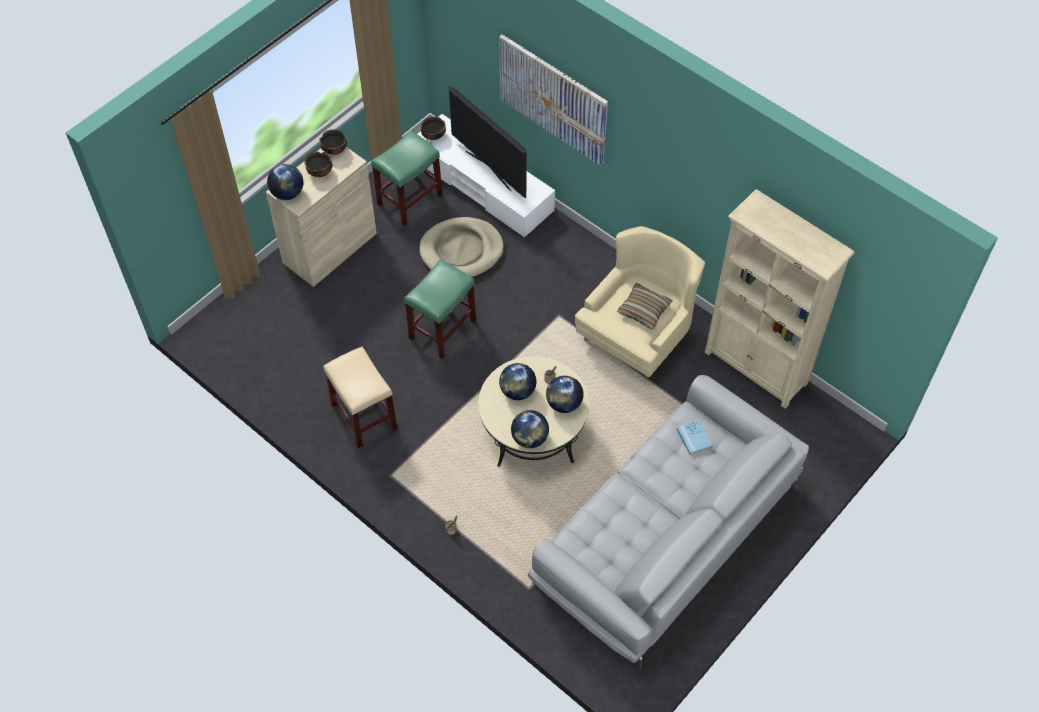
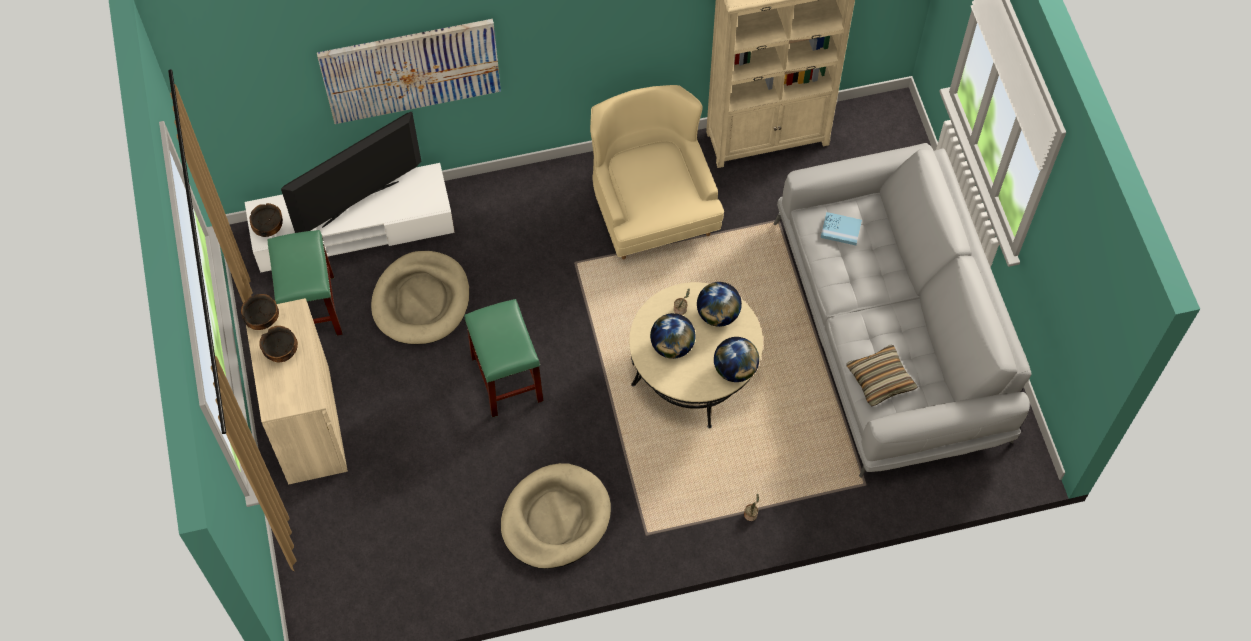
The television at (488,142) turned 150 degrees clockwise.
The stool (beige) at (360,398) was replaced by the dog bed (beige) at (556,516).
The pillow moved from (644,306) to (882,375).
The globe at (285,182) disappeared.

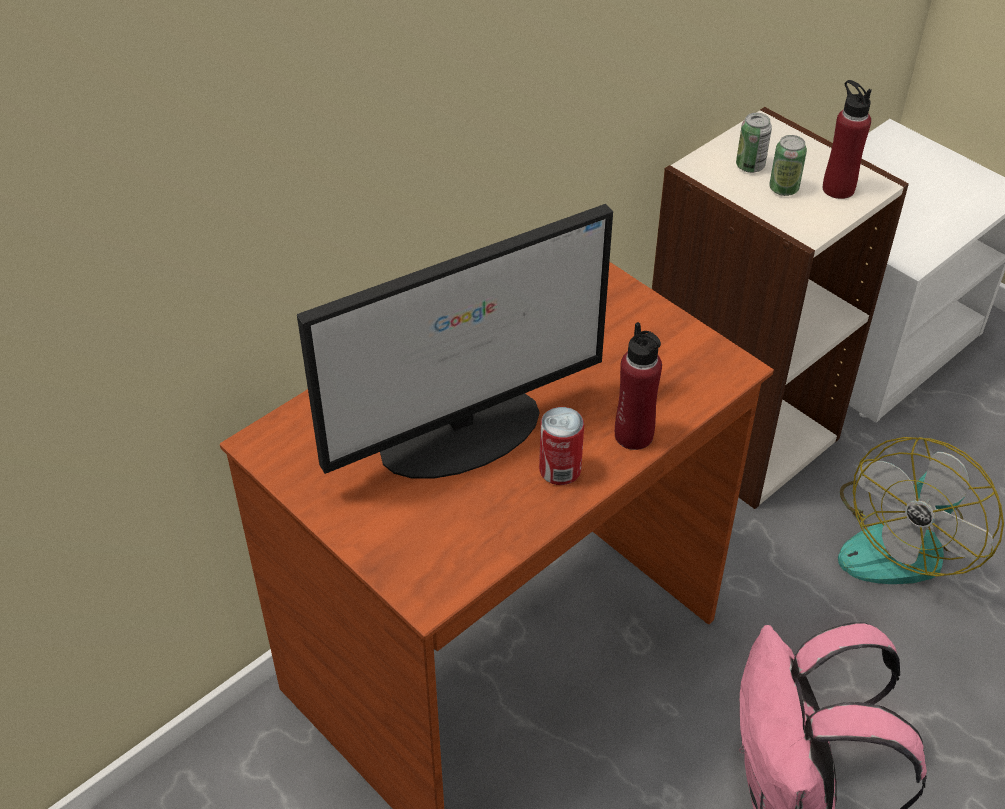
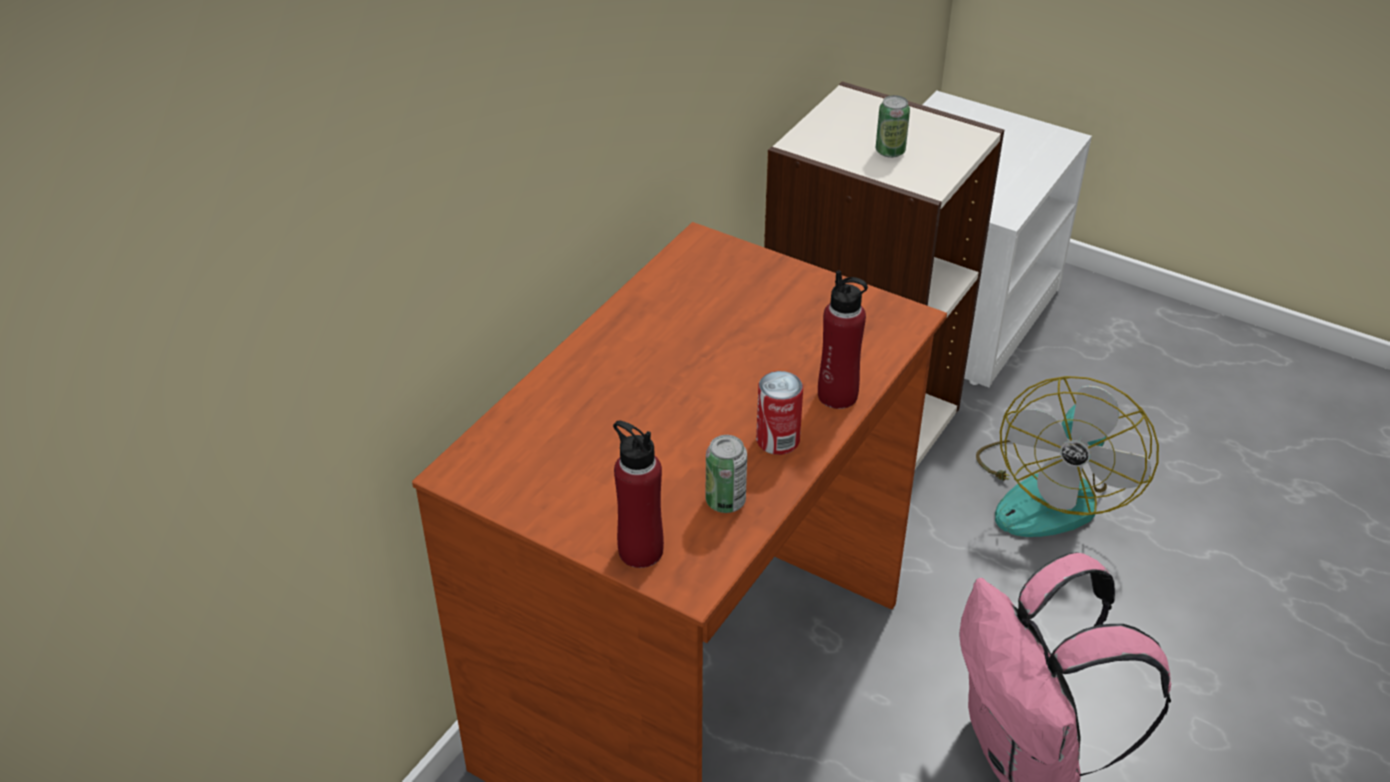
The bottle (red) moved from (847,139) to (638,494).
The can moved from (754,143) to (726,474).
The monitor at (455,341) disappeared.

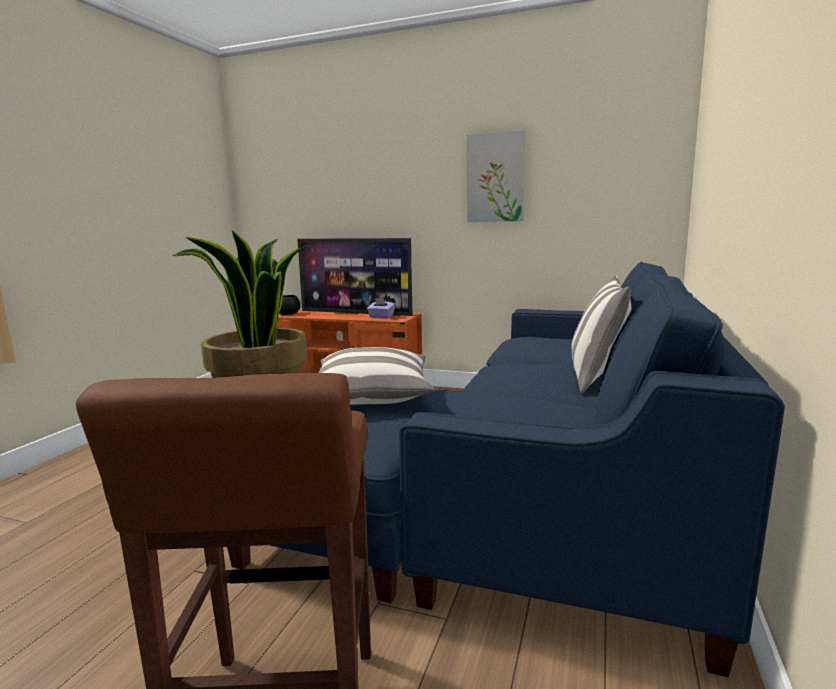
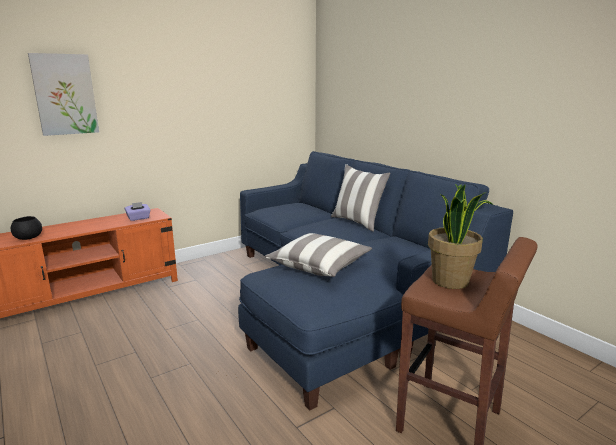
The picture moved from (496,176) to (63,94).
The television at (355,277) disappeared.

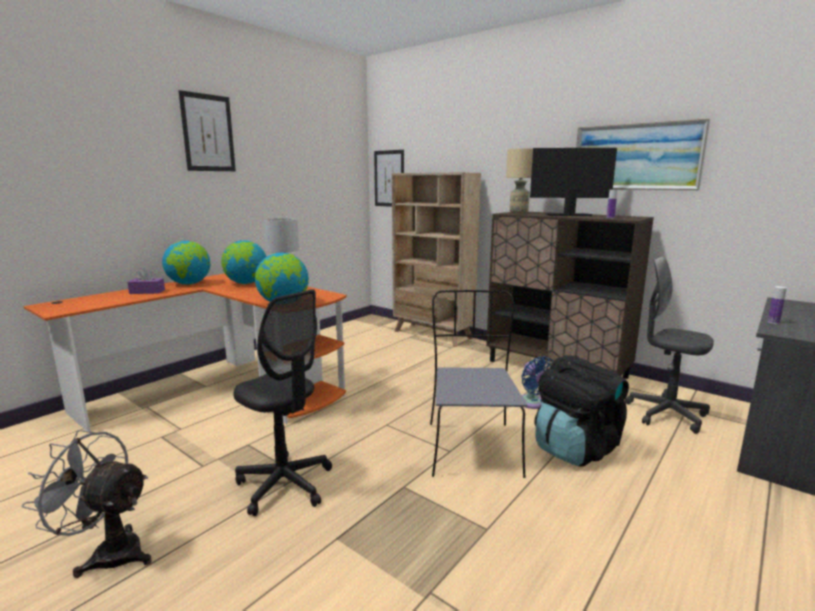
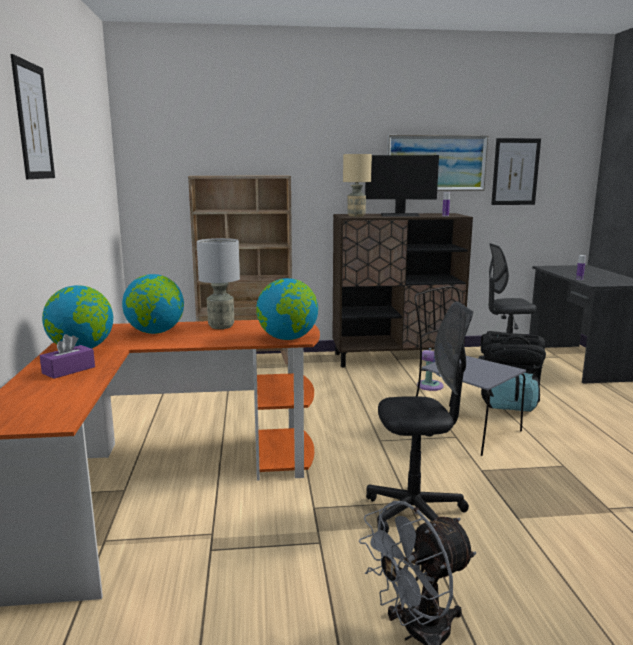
The monitor at (573,182) turned 135 degrees counterclockwise.
The picture moved from (389,178) to (516,171).

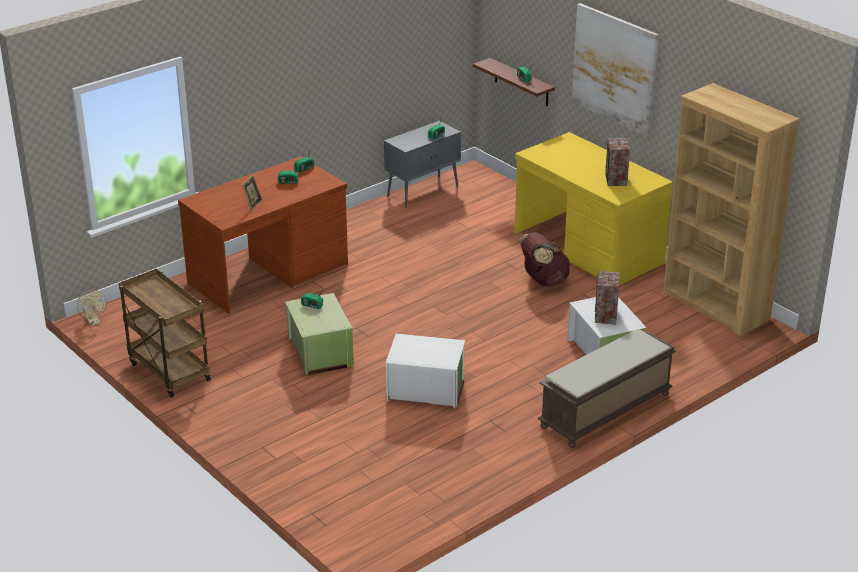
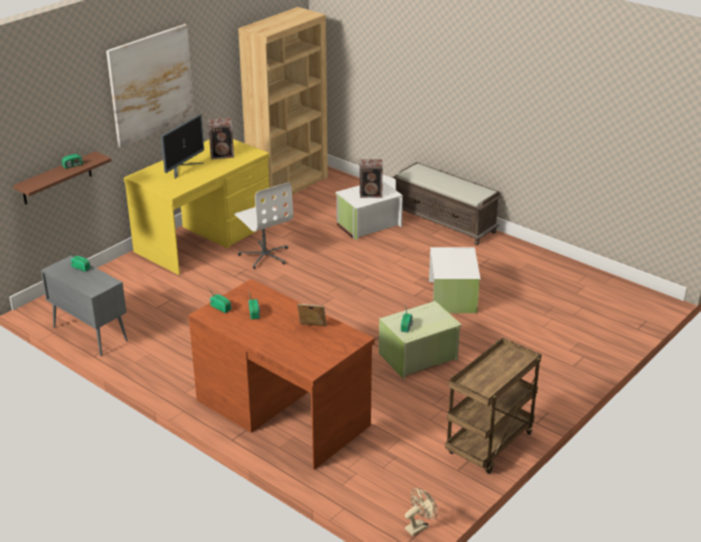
The monitor at (182,146) appeared.
The backpack (brown) at (544,260) was replaced by the office chair (white) at (263,225).

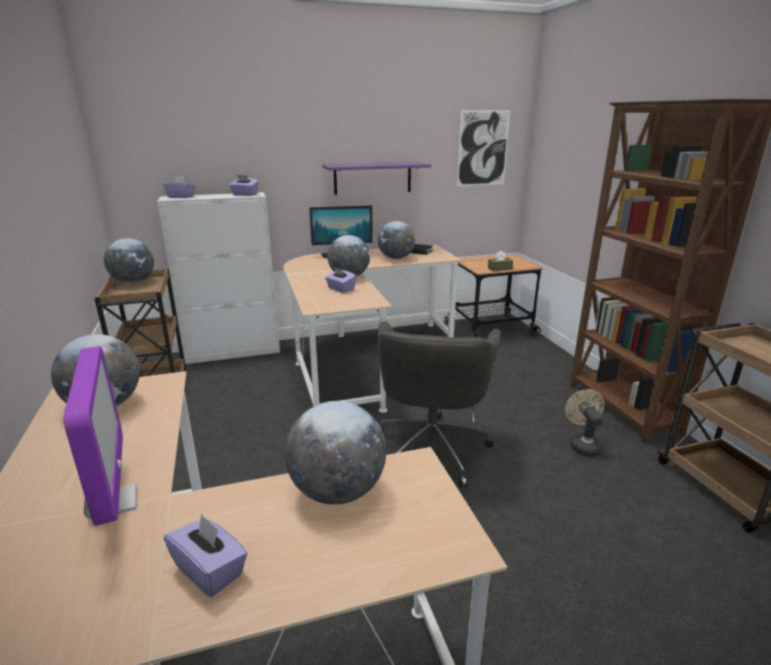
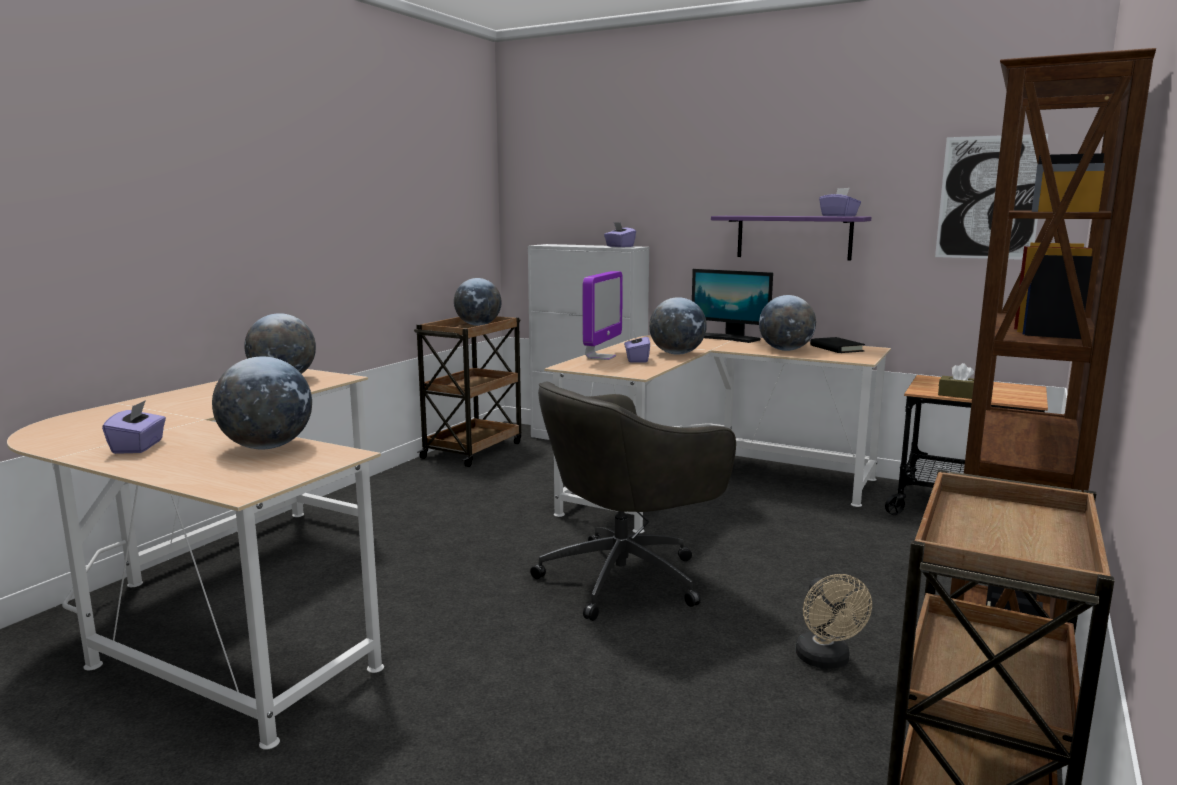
The monitor moved from (100,436) to (603,315).
The fan (beige) at (584,422) turned 135 degrees clockwise.
The tissue box (purple) moved from (179,187) to (840,202).

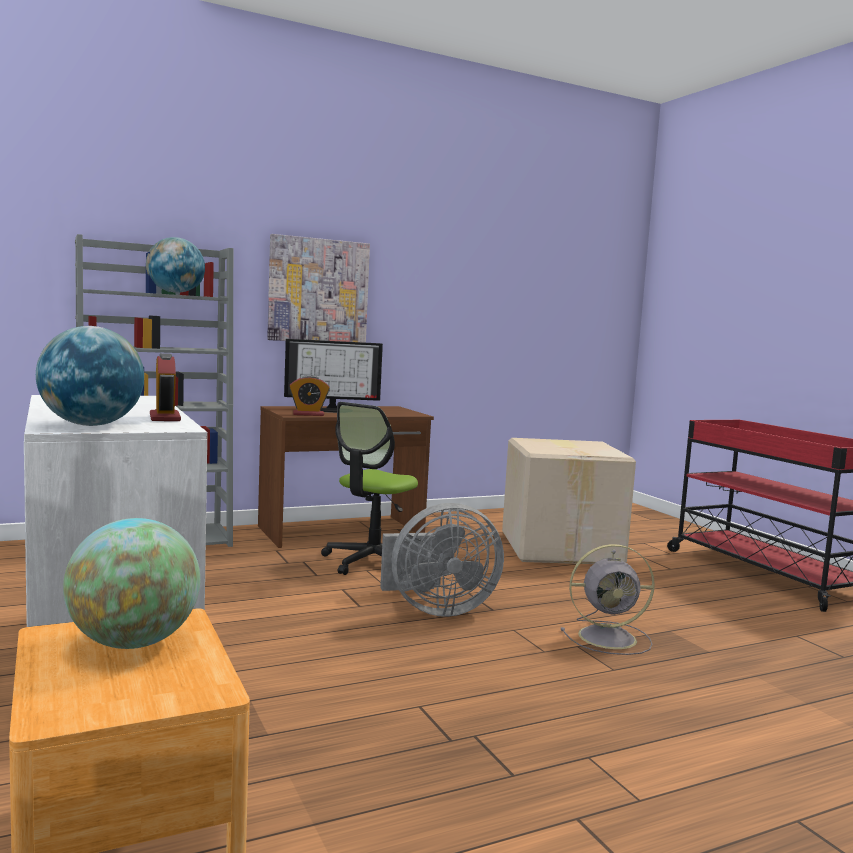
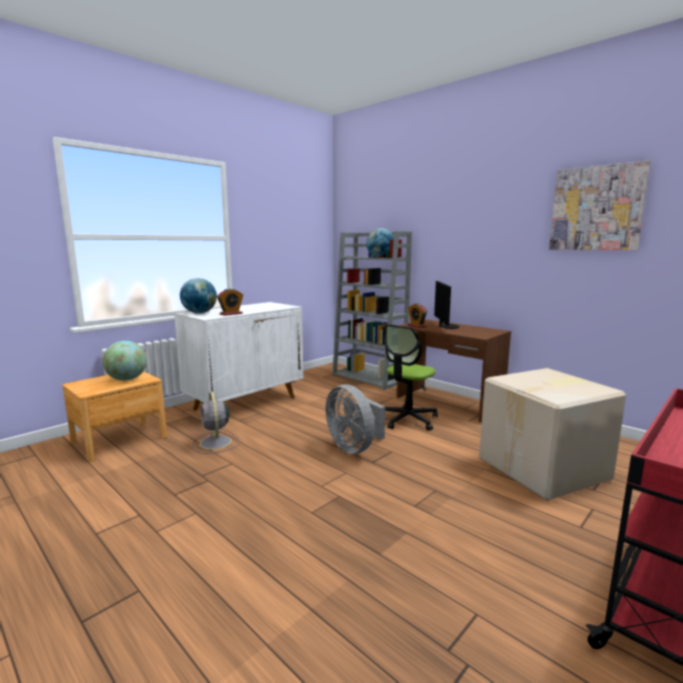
The fan (grey) moved from (608,599) to (216,423).
The office chair at (369,488) turned 60 degrees counterclockwise.
The monitor at (333,376) turned 150 degrees counterclockwise.
The picture moved from (318,288) to (600,205).

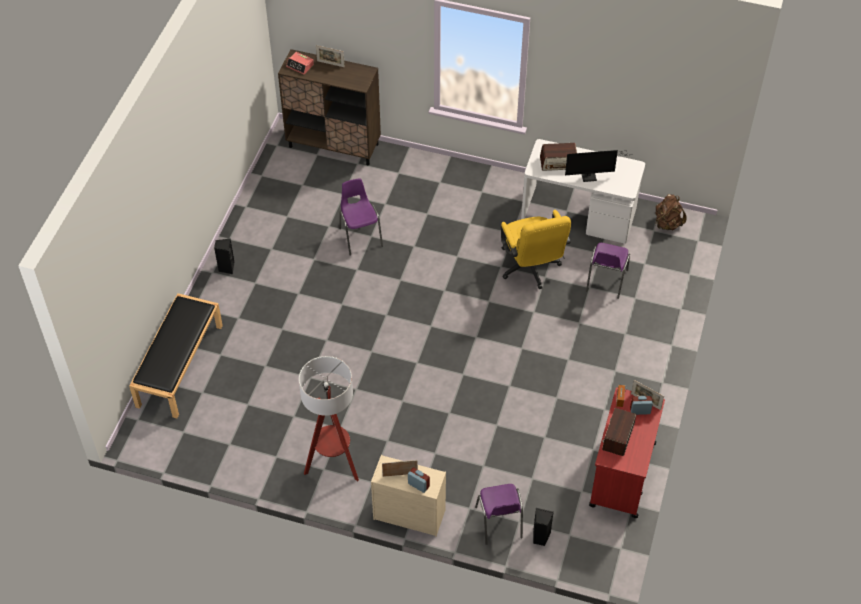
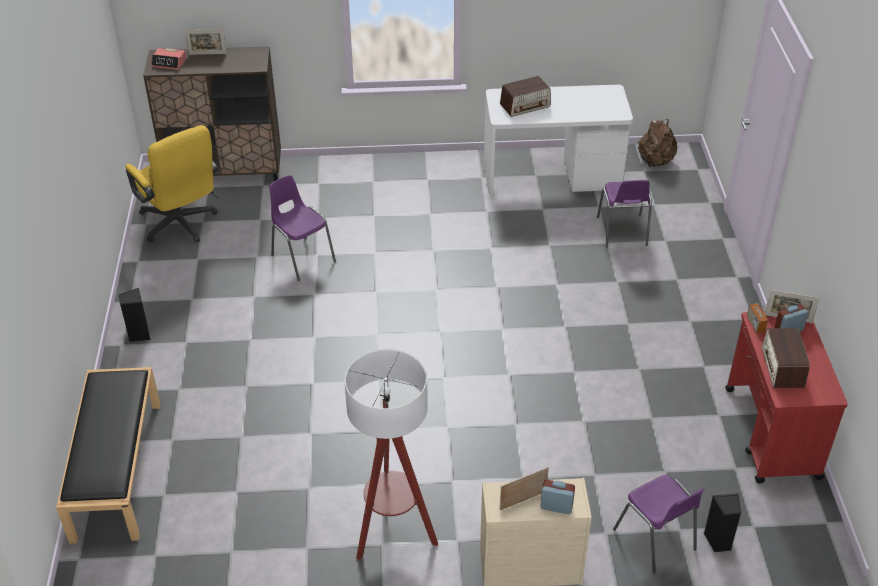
The office chair (yellow) moved from (536,249) to (172,184).
The monitor at (598,166) disappeared.

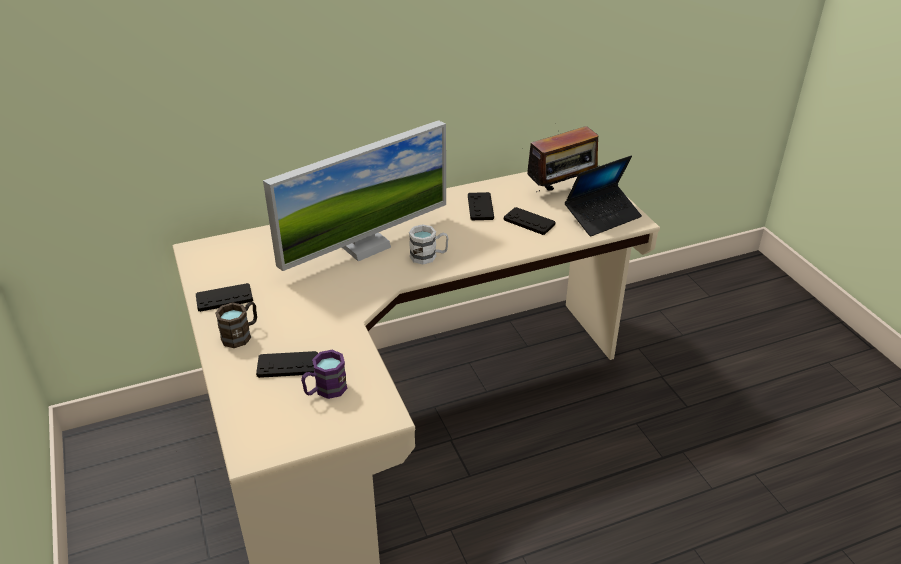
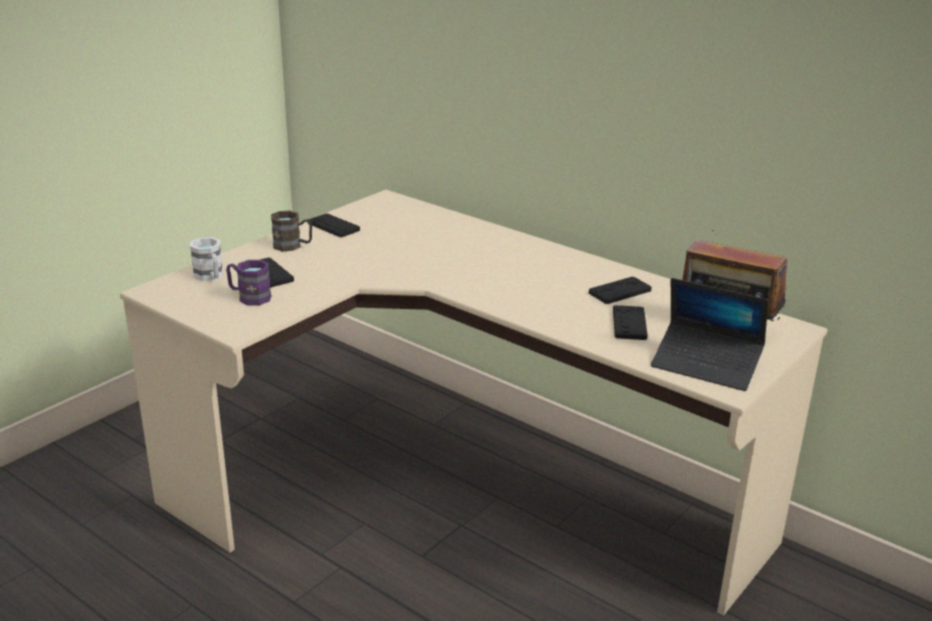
The mug (white) moved from (429,244) to (206,259).
The monitor at (354,195) disappeared.

